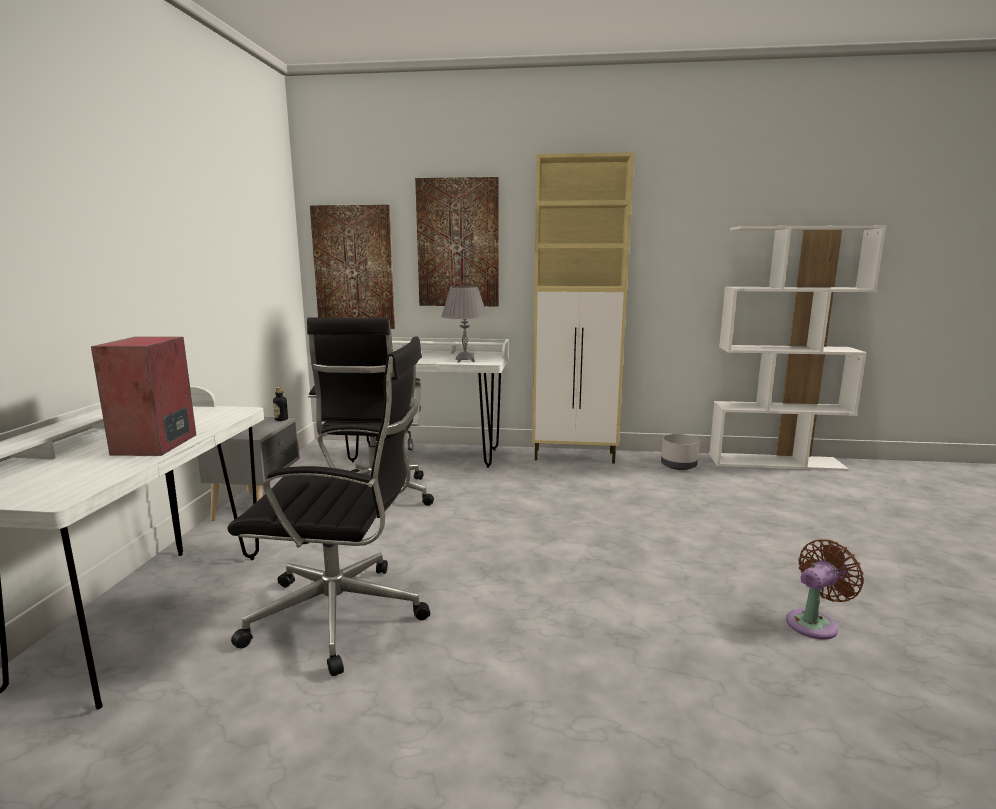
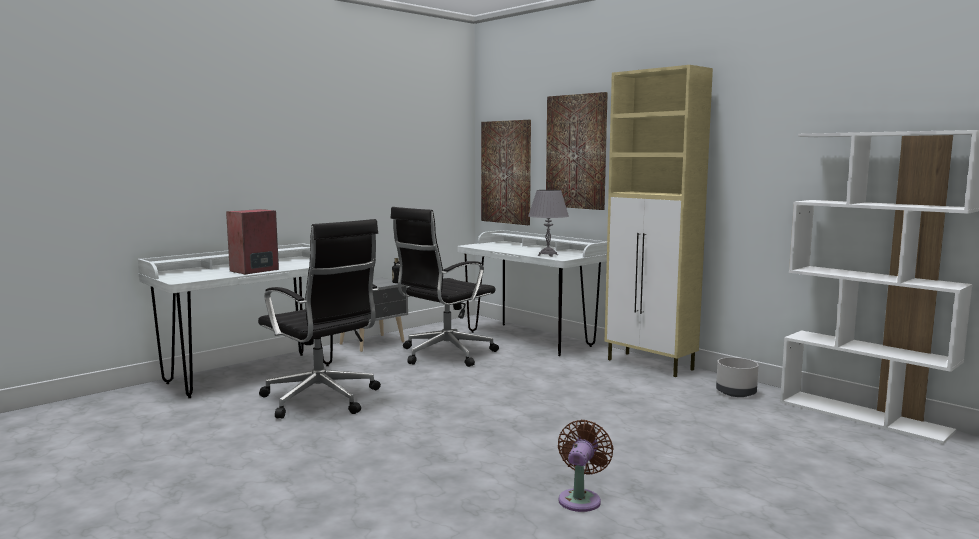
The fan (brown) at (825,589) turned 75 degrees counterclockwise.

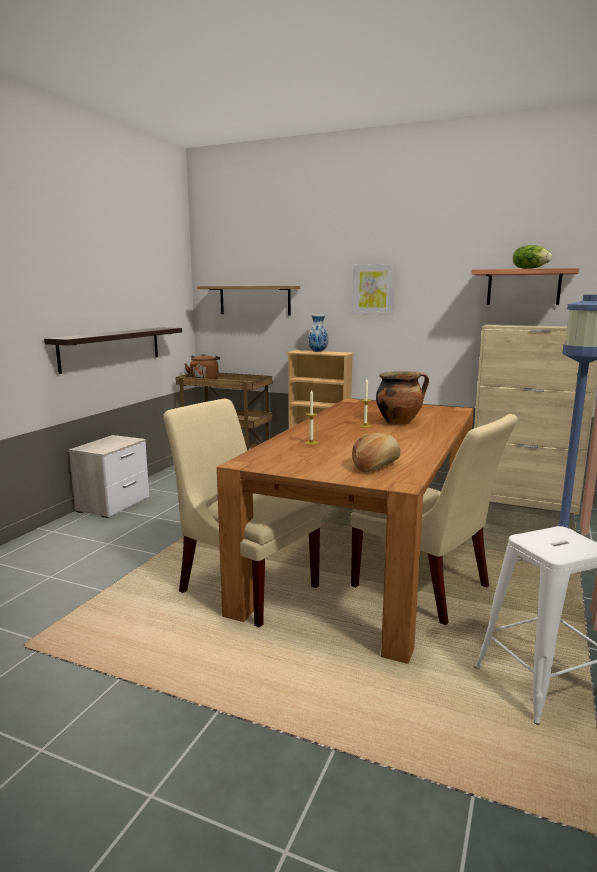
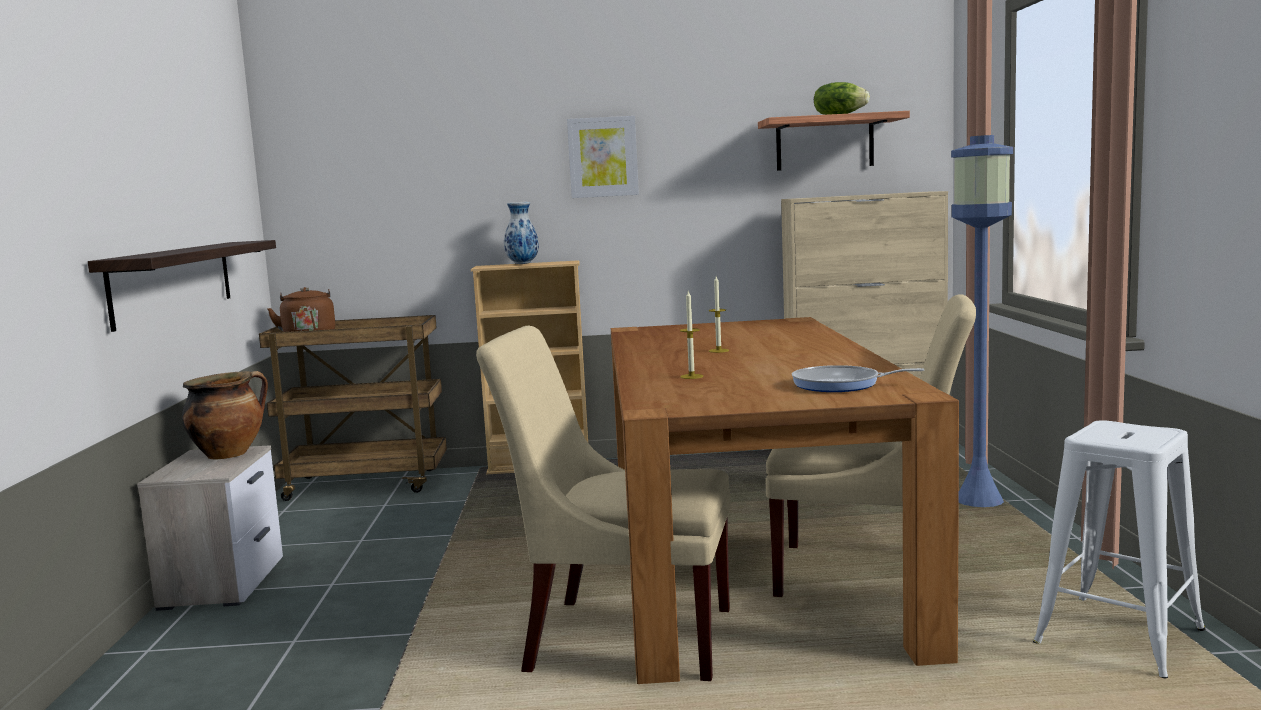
The cooking pot moved from (402,398) to (225,415).
The bread at (376,453) was replaced by the frying pan at (858,378).
The shelf at (248,300) disappeared.

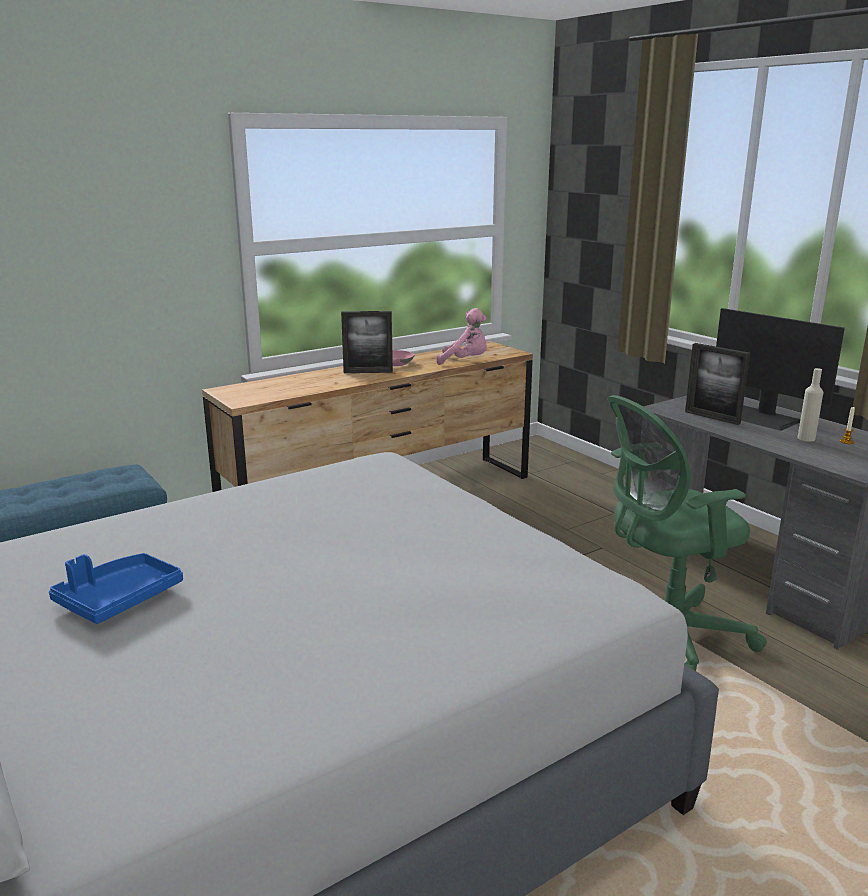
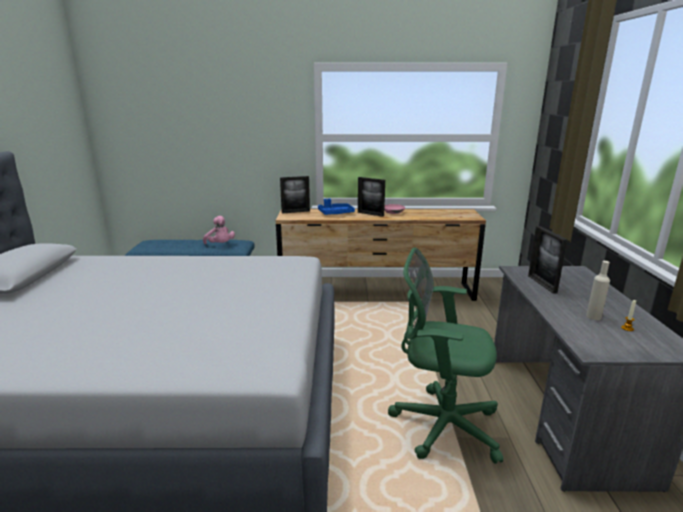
The plush toy (pink) moved from (461,336) to (219,230).
The picture frame at (295,195) appeared.
The tray (blue) moved from (116,588) to (336,206).
The monitor at (780,369) disappeared.

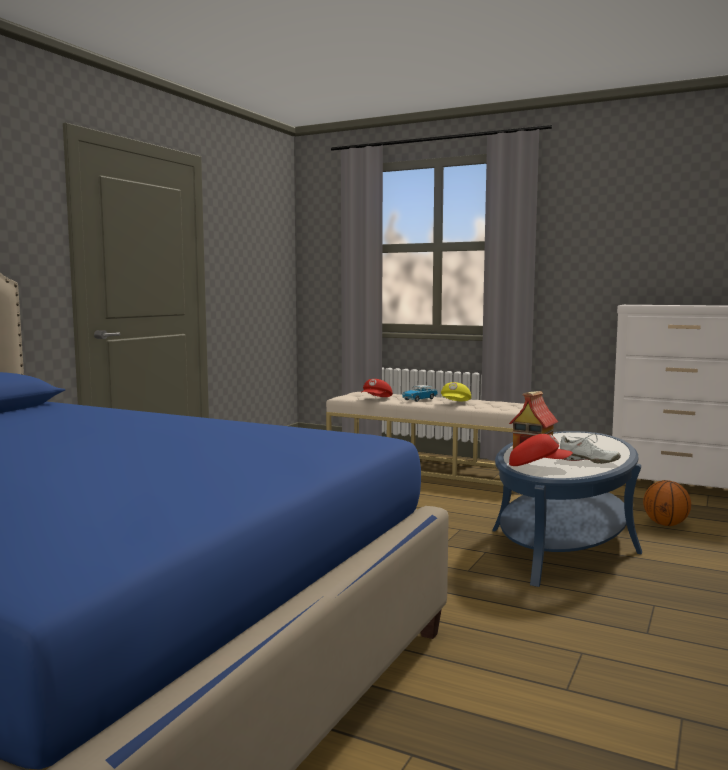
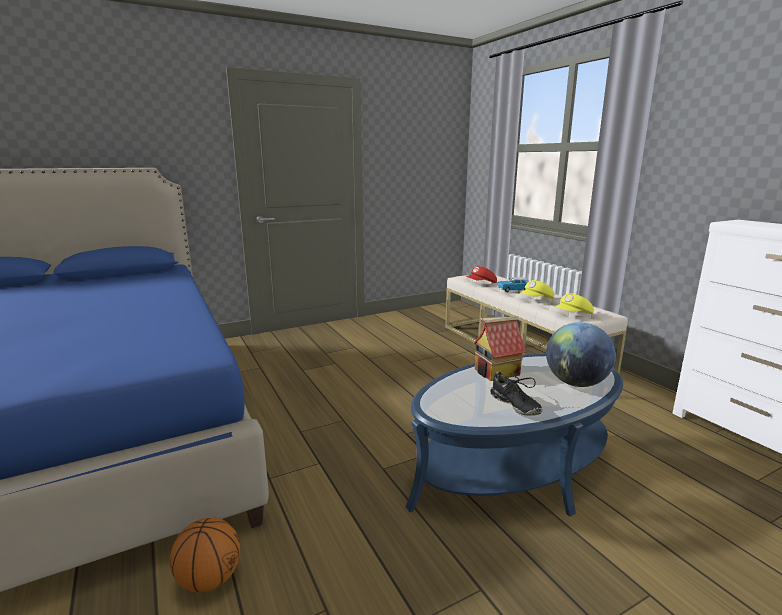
The basketball moved from (667,503) to (205,555).
The shoe (white) at (590,449) became the shoe (black) at (516,394).
The globe at (581,354) appeared.
The cap (yellow) at (574,303) appeared.
The cap (red) at (541,450) disappeared.

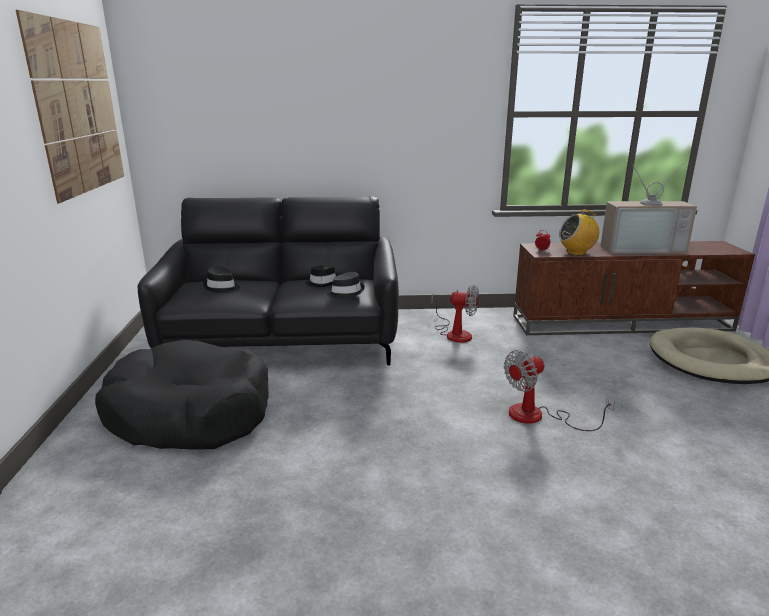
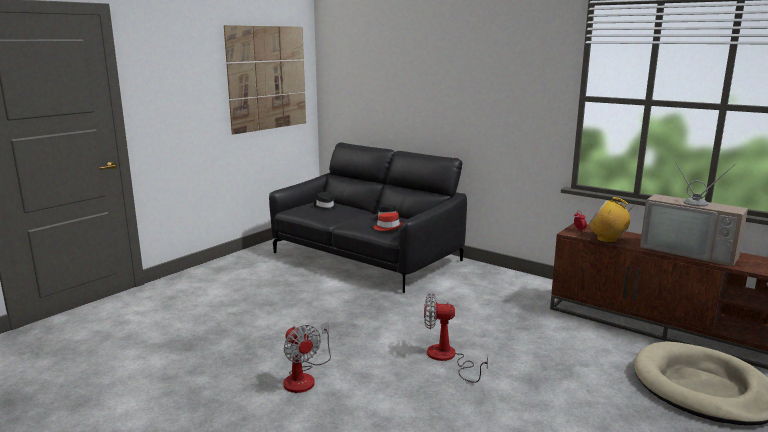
The fan moved from (455,313) to (307,357).
The hat (black) at (346,285) became the hat (red) at (387,221).
The dog bed (black) at (181,395) disappeared.

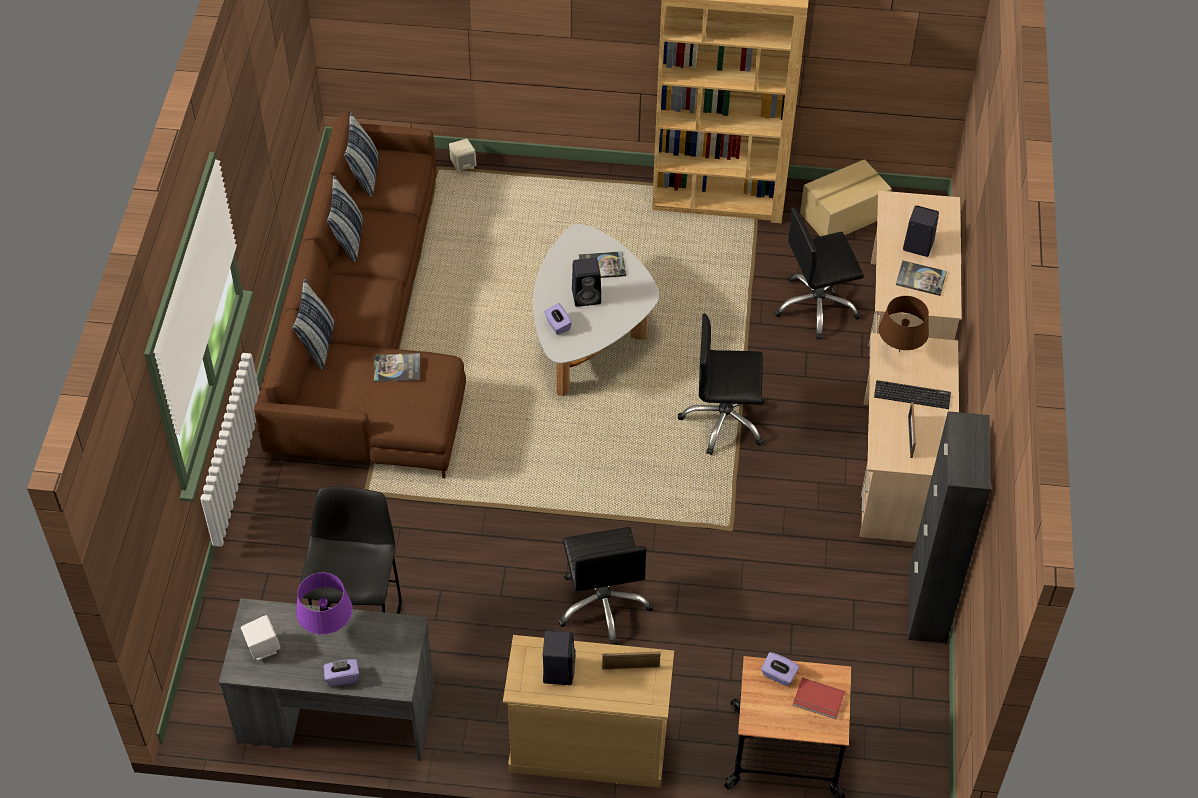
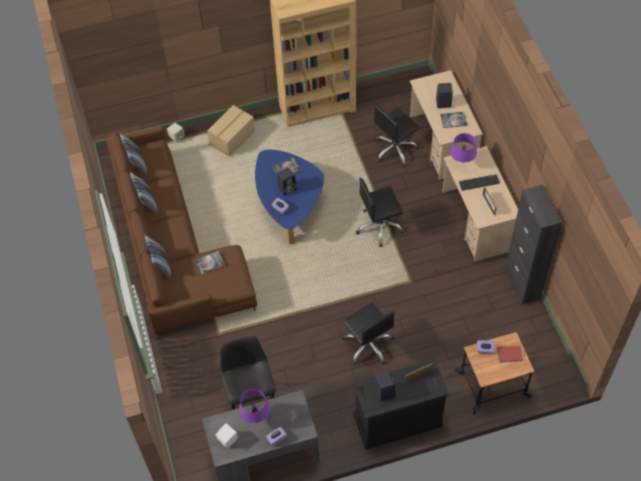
The cardboard box moved from (846,197) to (231,131).
The coffee table (white) at (596,310) became the coffee table (blue) at (289,197).
The dresser (beige) at (588,711) became the dresser (black) at (401,404).
The table lamp (brown) at (904,324) became the table lamp (purple) at (463,147).

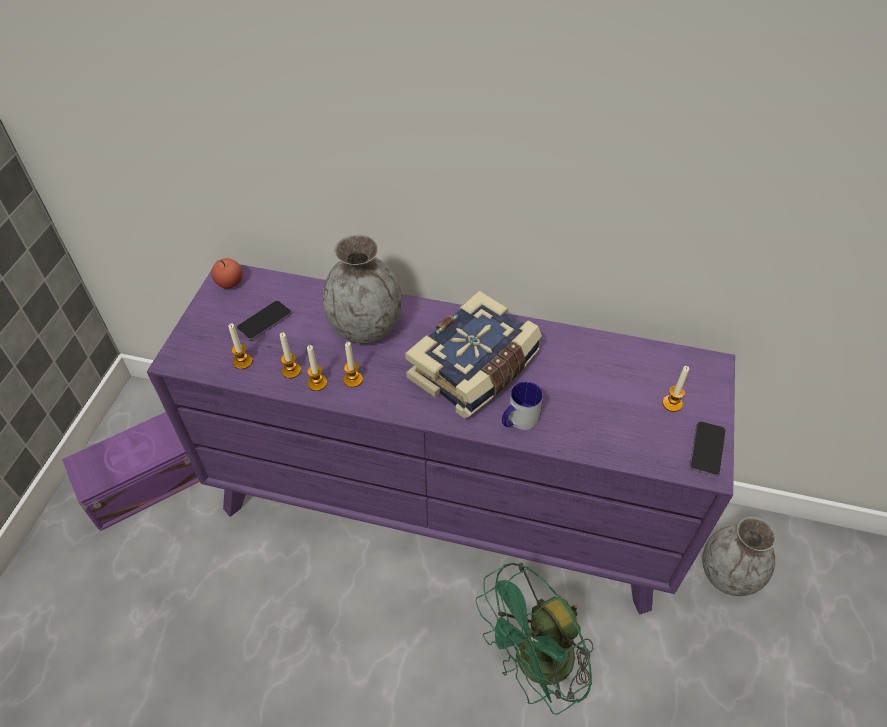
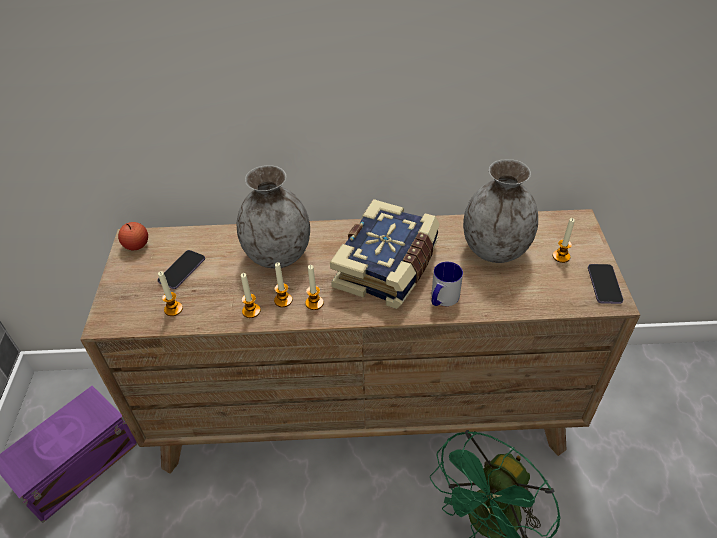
The dresser (purple) at (441,437) became the dresser (brown) at (360,341).
The candle moved from (290,355) to (314,287).
The vase (grey) moved from (739,556) to (500,211).

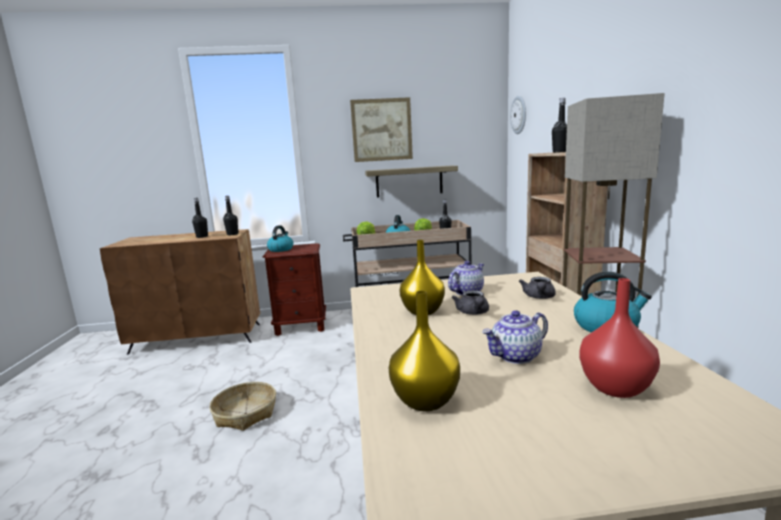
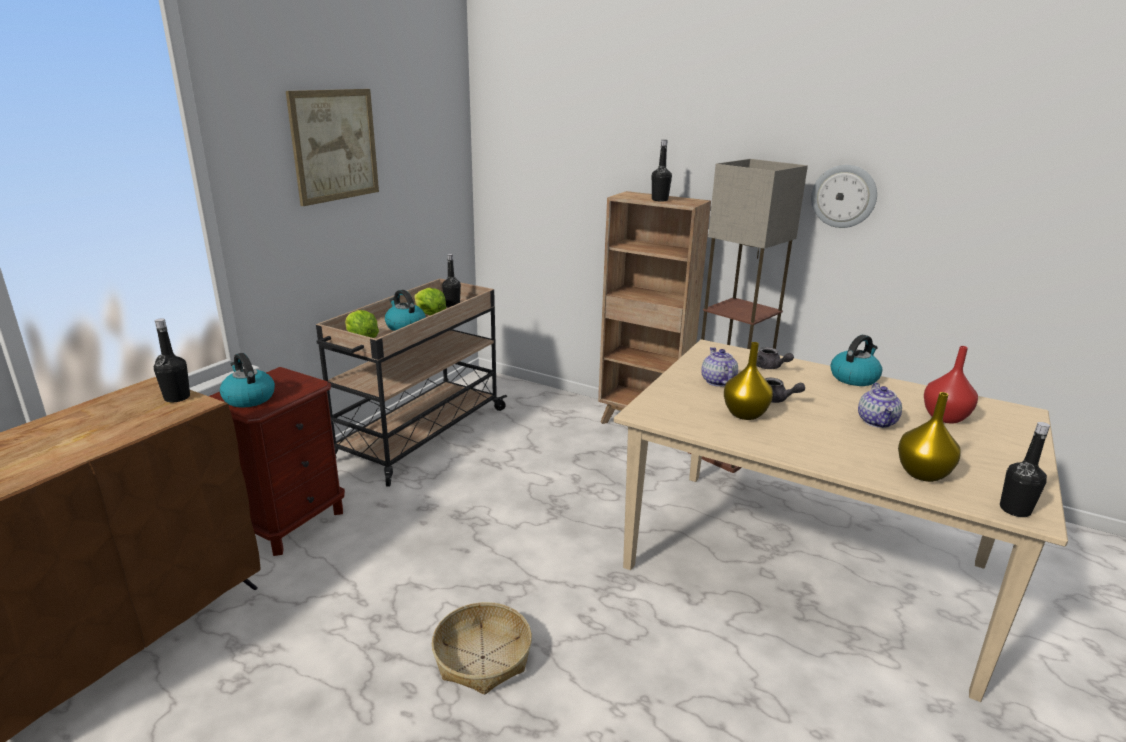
The wall clock moved from (518,115) to (844,196).
The bottle (black) moved from (200,218) to (1025,469).
The shelf at (411,181) disappeared.

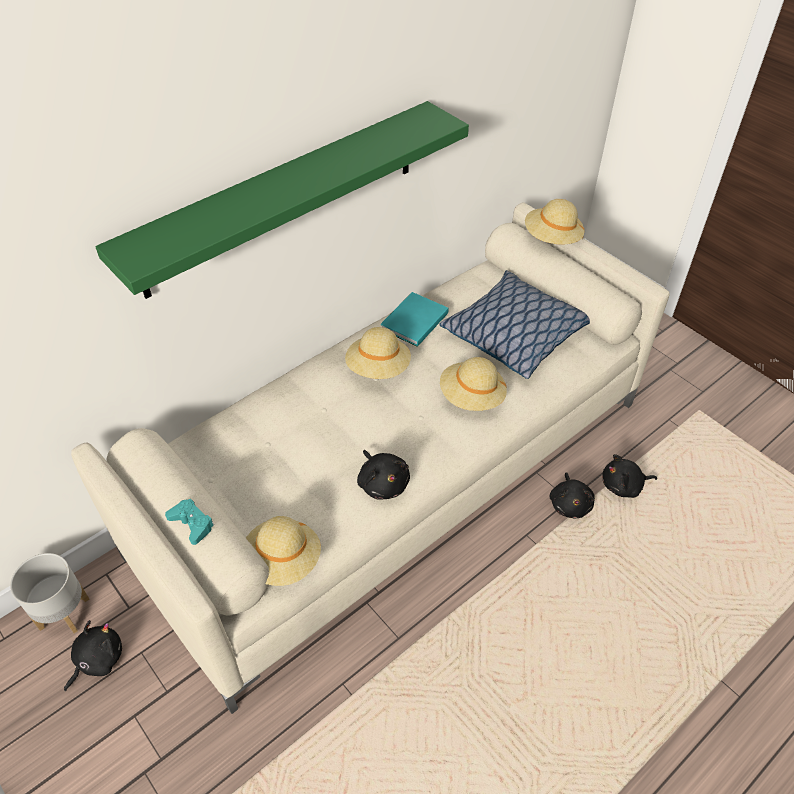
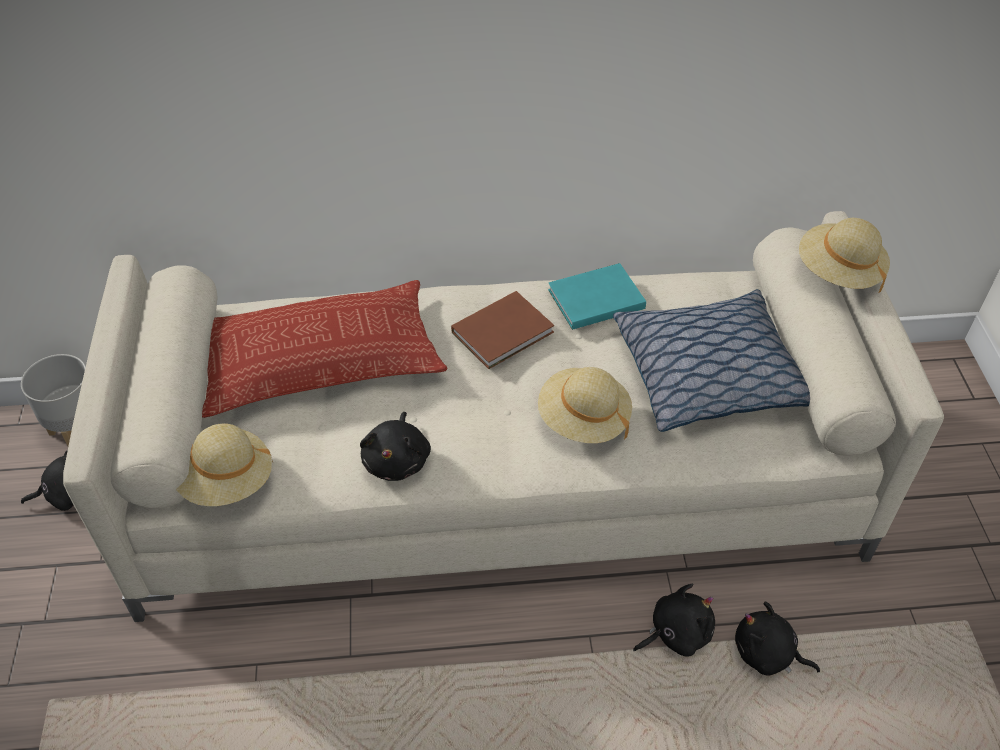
The pillow at (324,349) appeared.
The hat (beige) at (378,353) was replaced by the book (brown) at (502,330).
The plush toy (black) at (572,495) turned 150 degrees counterclockwise.
The shelf (green) at (282,200) disappeared.
The game controller (turquoise) at (189,522) disappeared.

